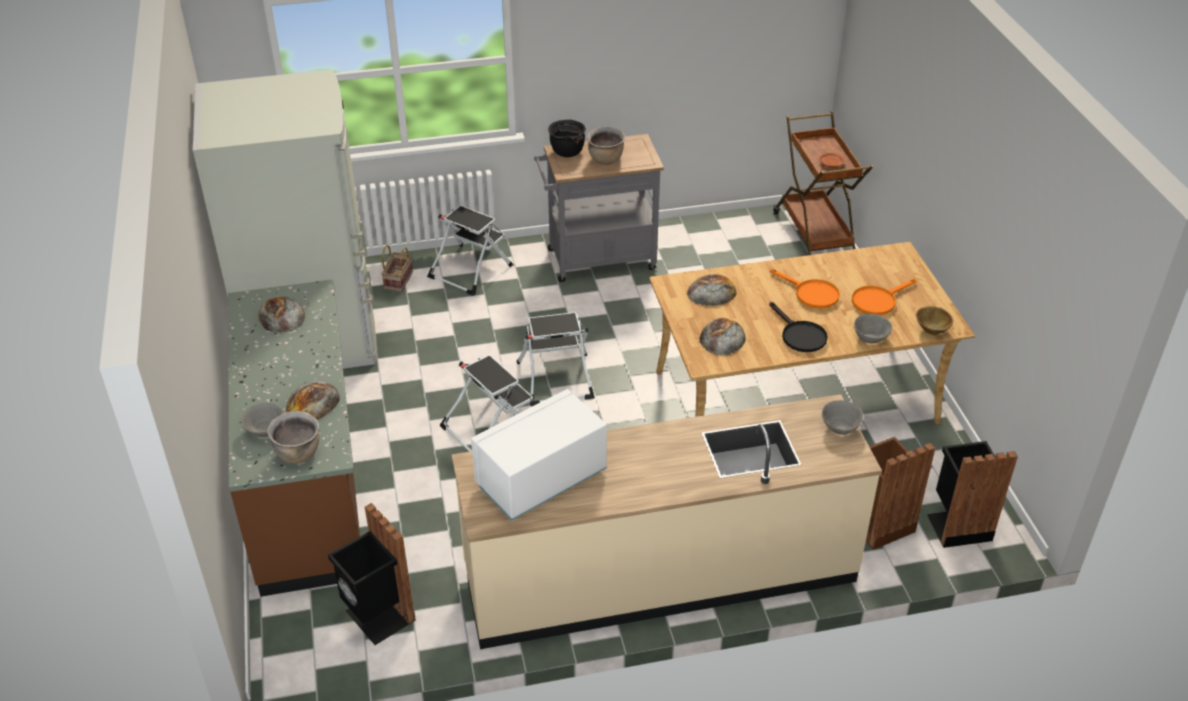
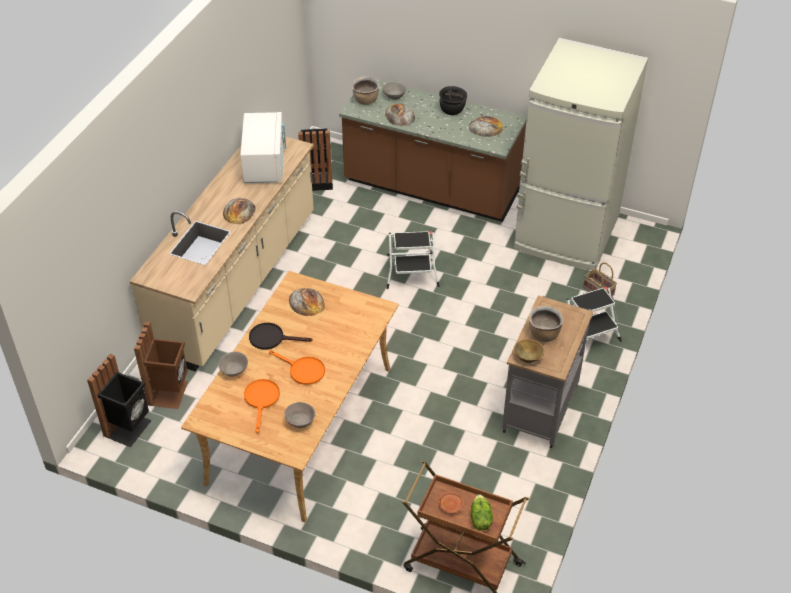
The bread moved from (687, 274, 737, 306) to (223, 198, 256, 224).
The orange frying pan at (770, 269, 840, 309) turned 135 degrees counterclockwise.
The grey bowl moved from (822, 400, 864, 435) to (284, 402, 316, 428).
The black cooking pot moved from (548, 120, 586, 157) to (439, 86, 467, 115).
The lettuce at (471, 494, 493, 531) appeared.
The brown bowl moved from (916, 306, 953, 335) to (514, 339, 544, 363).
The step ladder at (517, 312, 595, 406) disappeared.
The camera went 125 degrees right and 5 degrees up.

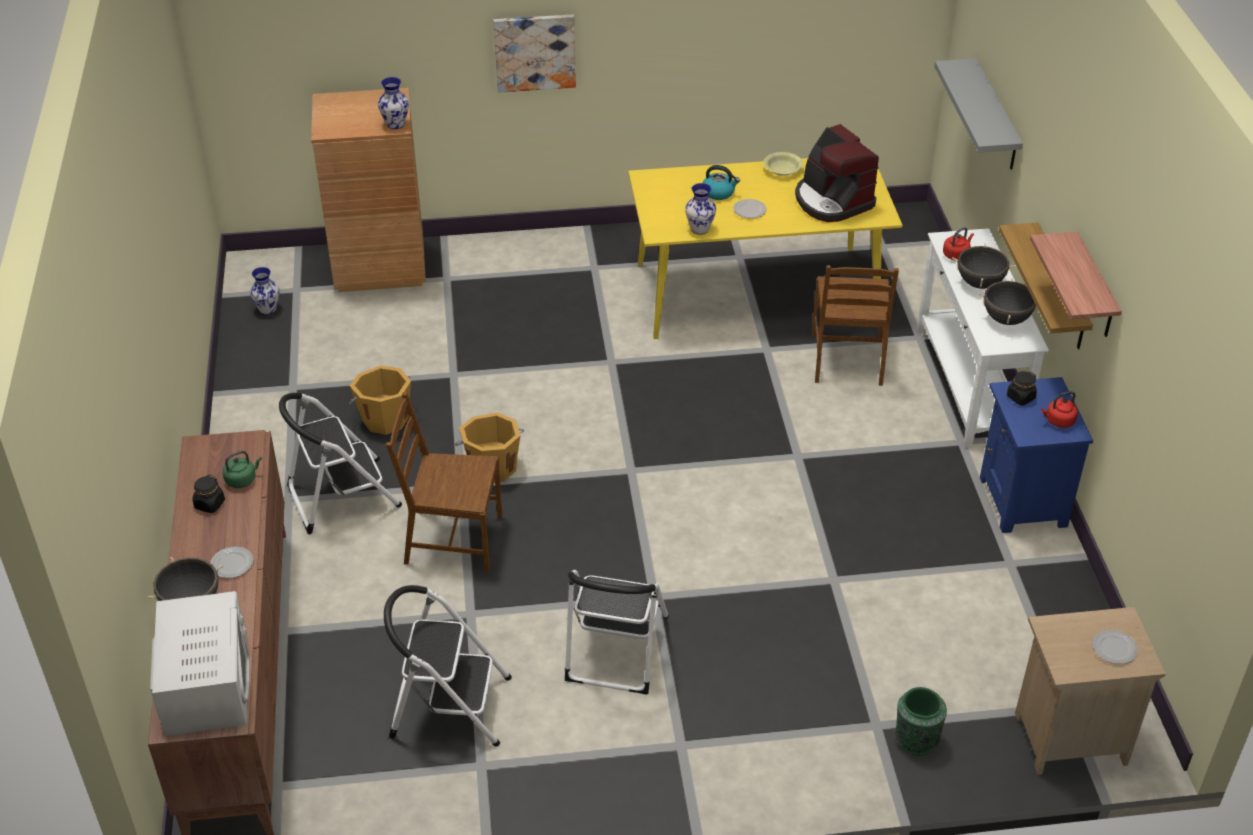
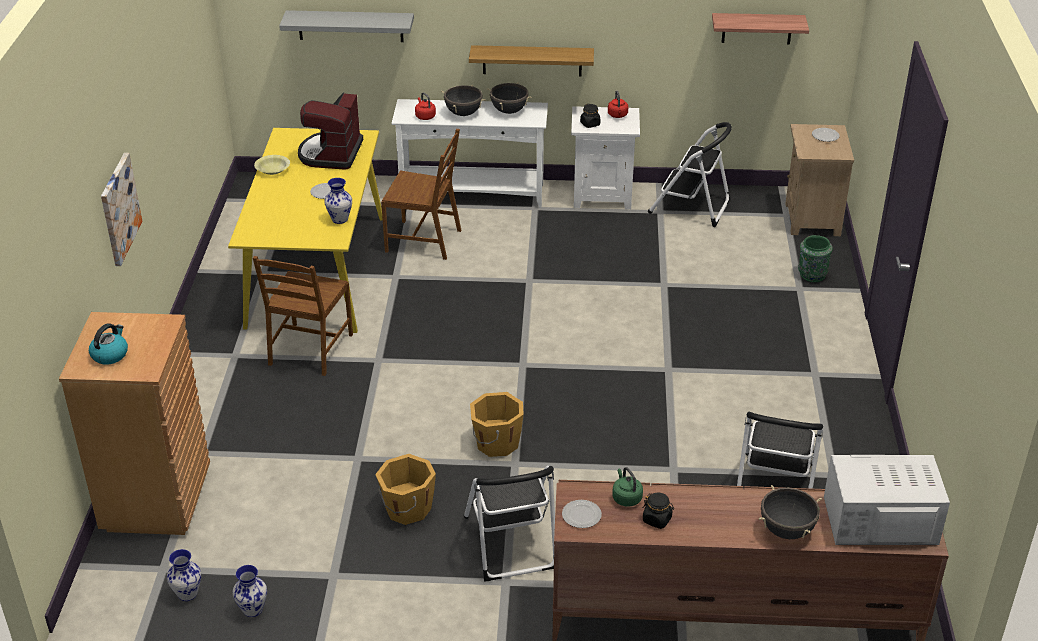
The kettle moved from (703, 165, 740, 200) to (89, 323, 128, 365).
The vase moved from (378, 77, 409, 129) to (233, 565, 267, 617).
The brown chair moved from (386, 392, 502, 573) to (253, 256, 353, 376).
The coffee machine at (795, 124, 879, 222) turned 120 degrees clockwise.
The plate moved from (210, 547, 253, 578) to (562, 500, 602, 528).
The blue nightstand at (980, 377, 1093, 533) became the white nightstand at (571, 106, 640, 209).
The step ladder moved from (565, 570, 669, 694) to (648, 122, 732, 227).
The shelf moved from (1030, 232, 1122, 337) to (712, 13, 809, 44).
The camera went 80 degrees left and 5 degrees down.

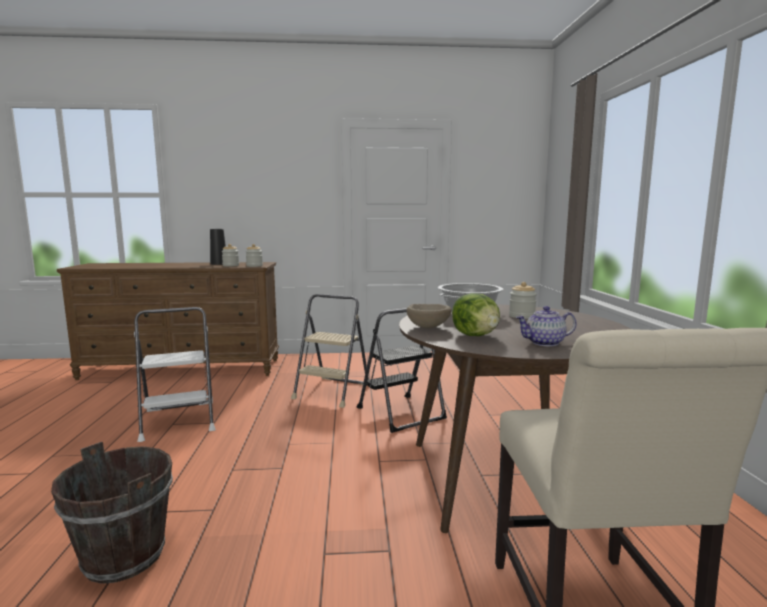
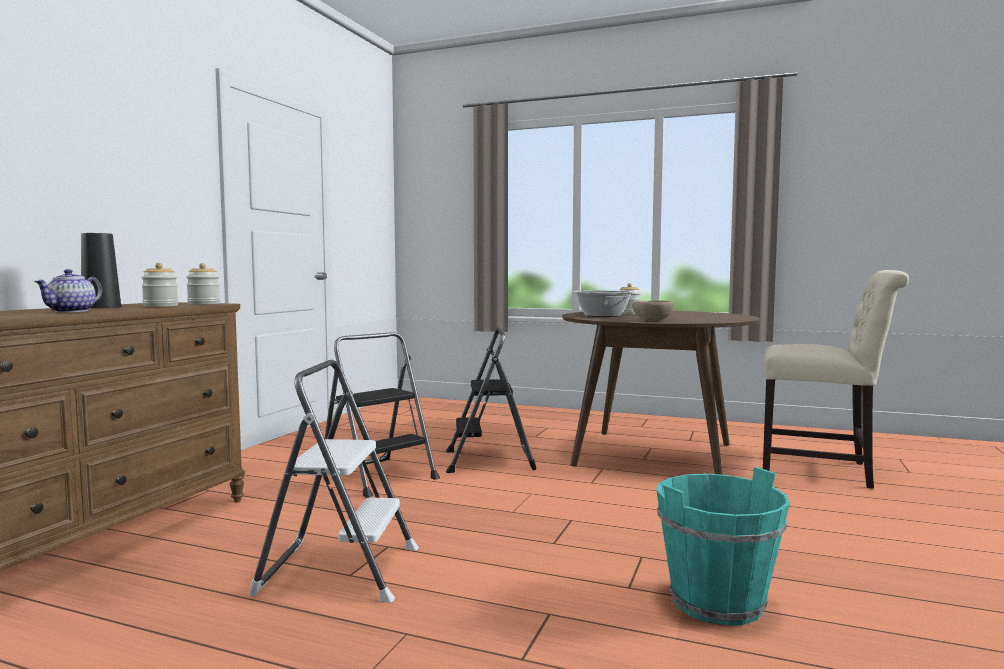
The teapot moved from (516, 306, 577, 346) to (34, 269, 102, 312).
The beige step ladder at (290, 294, 369, 408) became the black step ladder at (325, 332, 440, 498).
The brown bucket at (51, 442, 173, 584) became the turquoise bucket at (657, 467, 790, 626).
The lettuce at (452, 293, 500, 336) disappeared.
The camera went 65 degrees left and 5 degrees down.

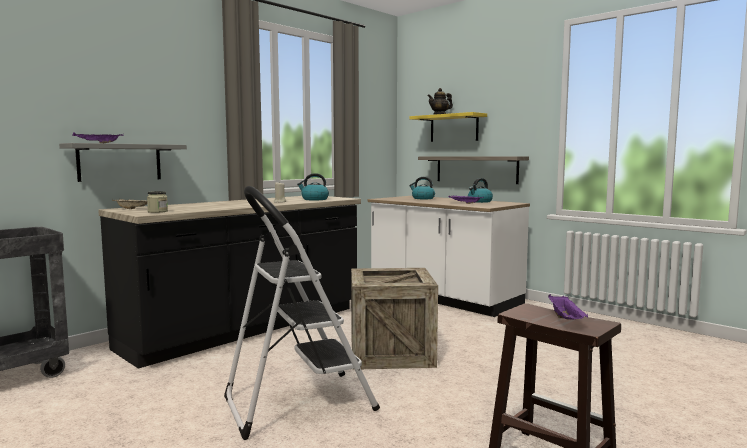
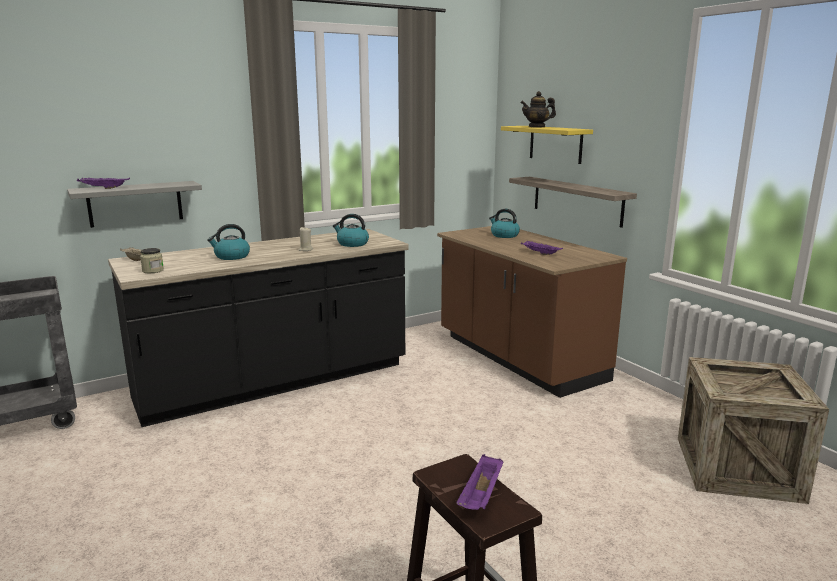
The kettle moved from (468, 178, 493, 203) to (207, 224, 250, 260).
The white counter at (368, 196, 530, 317) became the brown counter at (437, 226, 627, 398).
The crate moved from (351, 268, 438, 370) to (678, 357, 829, 504).
The step ladder at (224, 186, 380, 440) disappeared.
The camera went 15 degrees right and 10 degrees up.

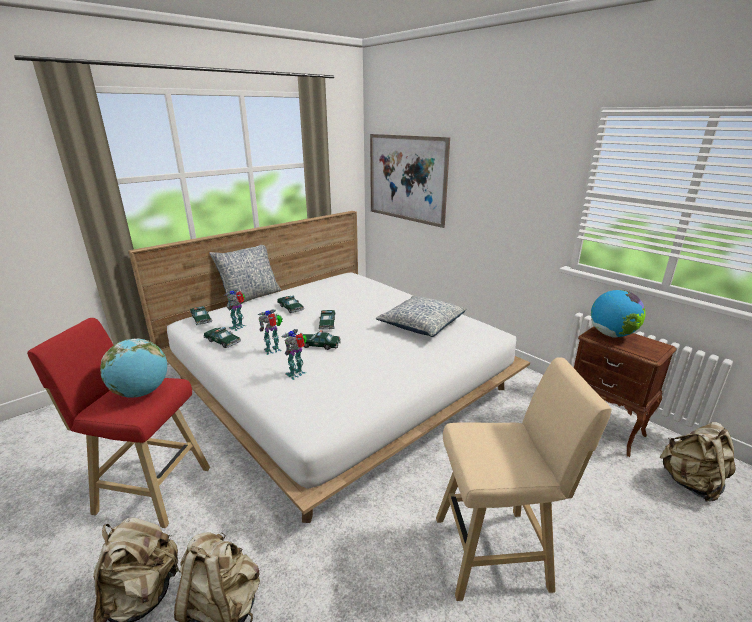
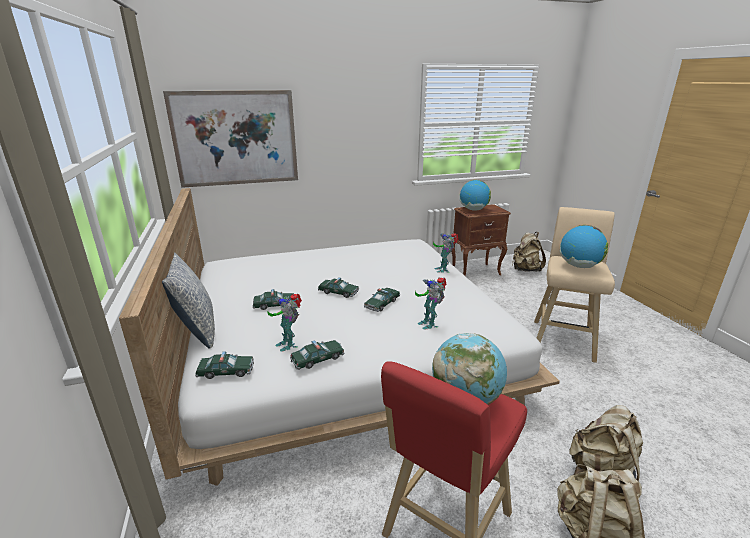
The toy robot moved from (258, 309, 283, 355) to (433, 233, 459, 273).
The globe at (560, 225, 608, 268) appeared.
The pillow at (376, 296, 467, 337) disappeared.
The camera went 65 degrees left and 0 degrees up.

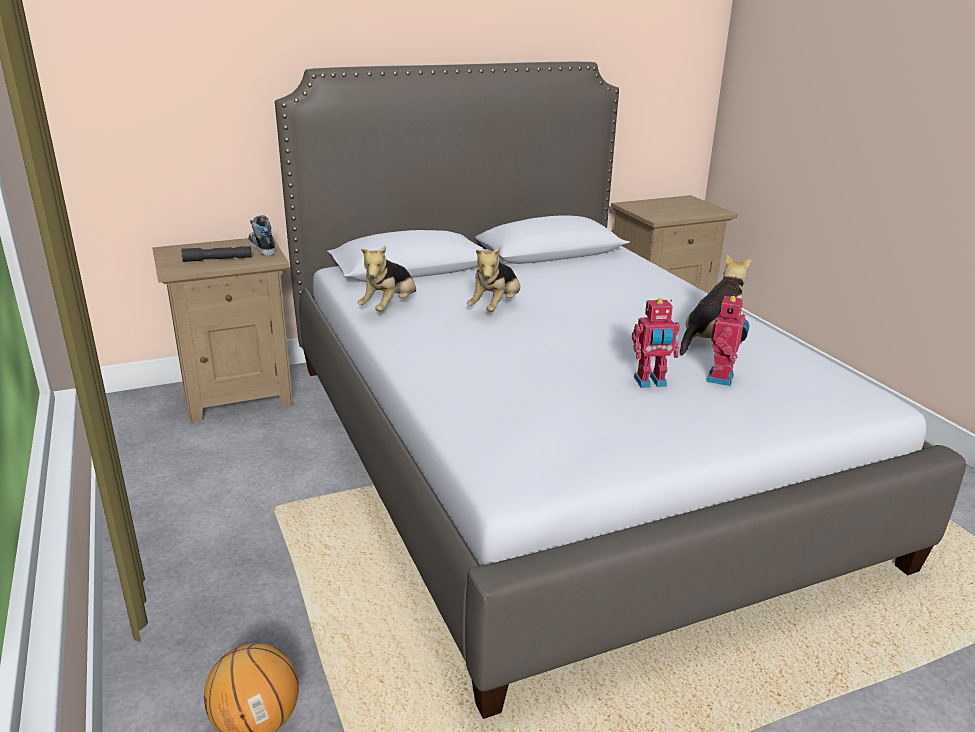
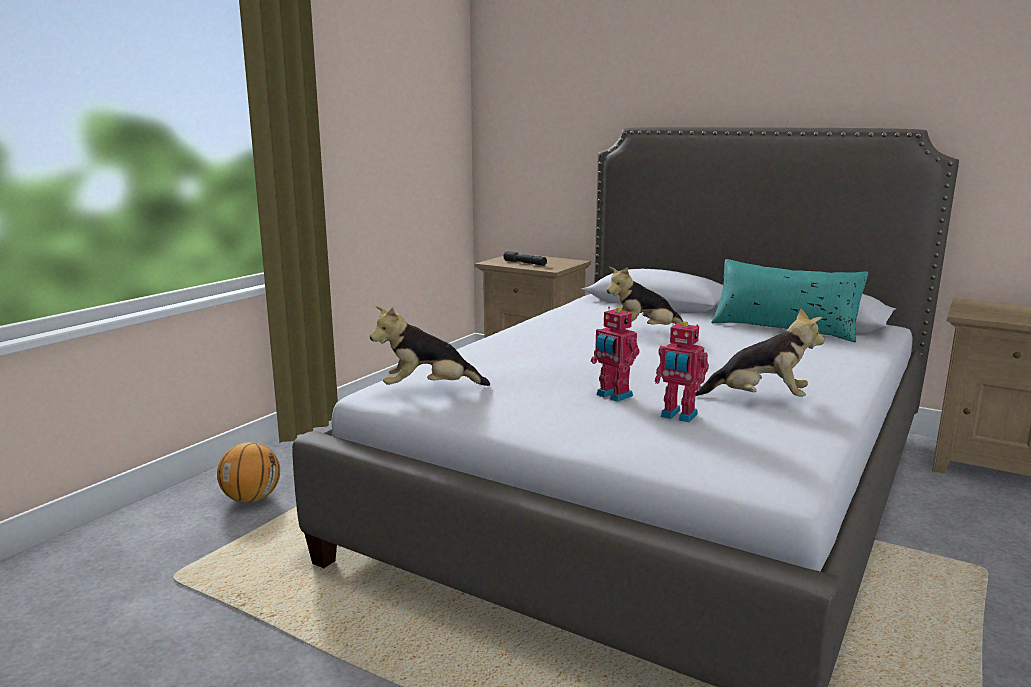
The plush toy moved from (357, 245, 416, 312) to (370, 306, 490, 386).
The toy robot at (706, 294, 749, 386) turned 45 degrees clockwise.
The turquoise pillow at (711, 259, 869, 342) appeared.
The shoe at (248, 215, 276, 256) disappeared.
The camera went 55 degrees right and 10 degrees down.

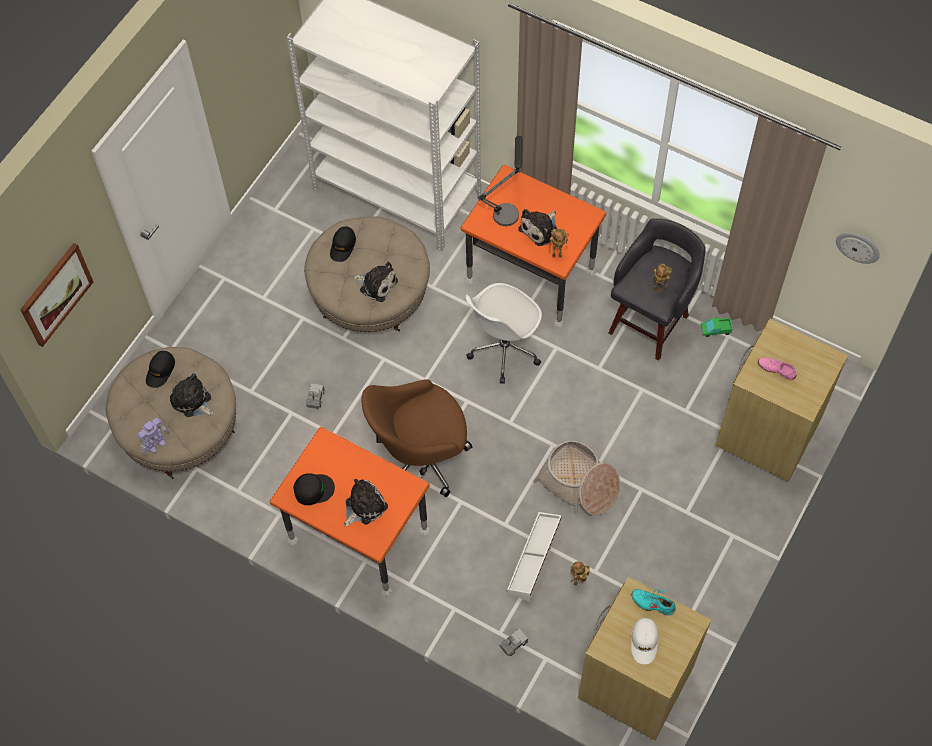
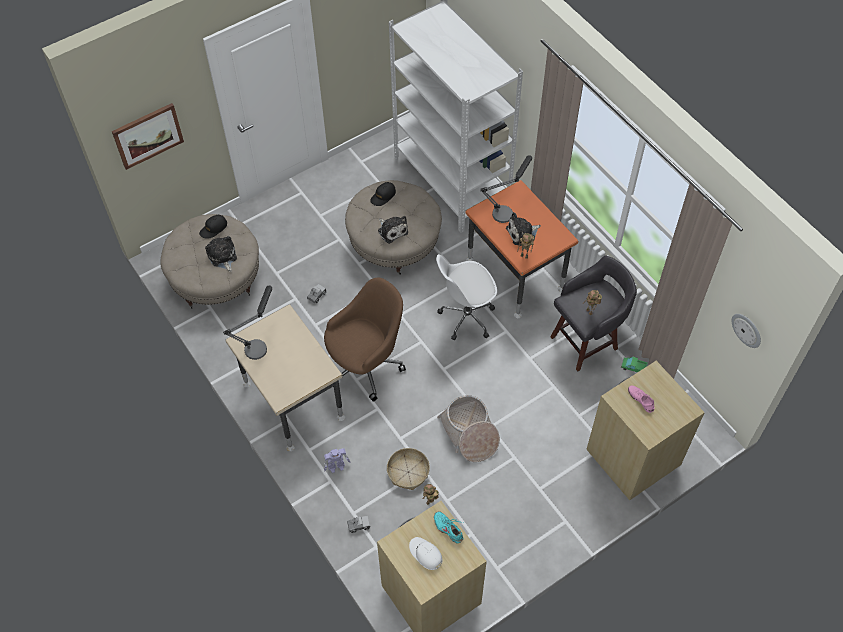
The black cap at (293, 473, 335, 505) was replaced by the table lamp at (223, 285, 272, 360).
The orange desk at (270, 427, 430, 596) became the beige desk at (225, 304, 345, 451).
The brown office chair at (361, 379, 472, 497) turned 135 degrees clockwise.
The toy robot moved from (137, 418, 170, 455) to (324, 448, 350, 473).
The white storage box at (507, 512, 562, 602) was replaced by the basket at (387, 448, 430, 490).
The white cap at (631, 618, 658, 664) turned 105 degrees clockwise.
The plush toy at (344, 479, 388, 527) disappeared.
The camera went 25 degrees right and 5 degrees down.

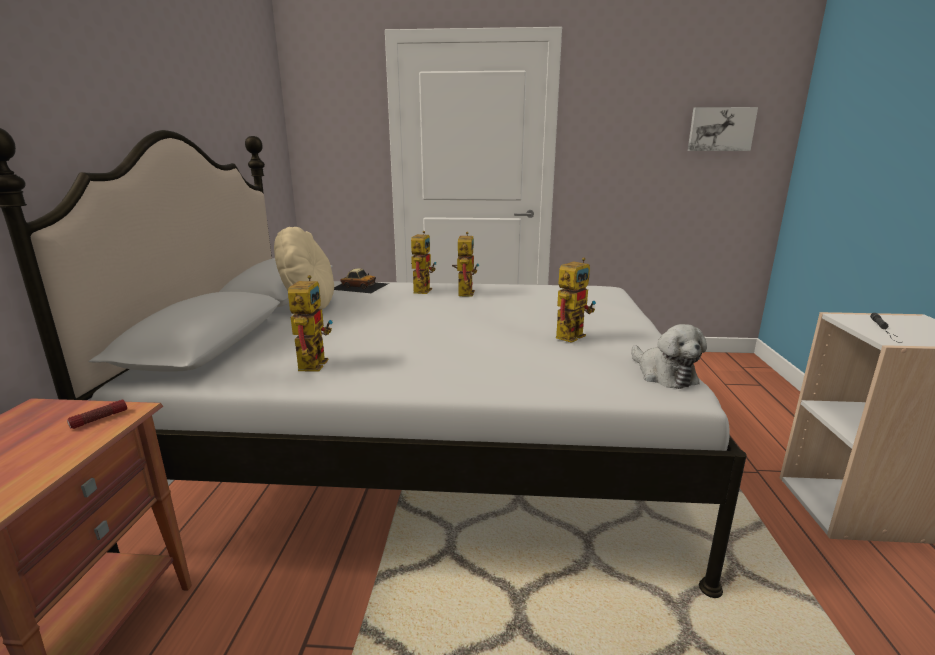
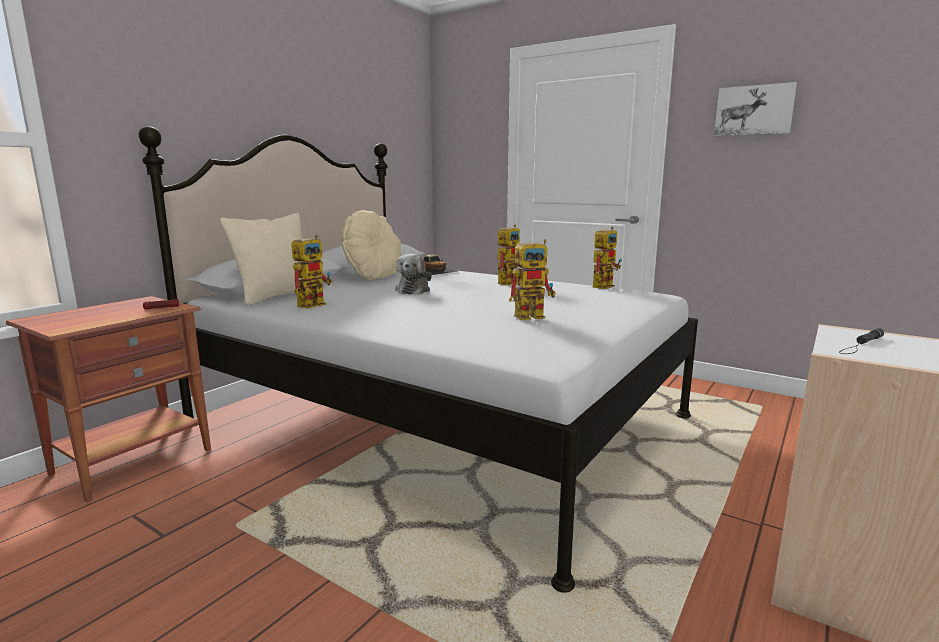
The beige pillow at (220, 213, 302, 305) appeared.
The plush toy moved from (631, 324, 707, 389) to (395, 254, 432, 294).
The toy robot moved from (411, 231, 436, 294) to (593, 227, 622, 289).
The picture moved from (688, 107, 758, 151) to (714, 82, 797, 137).
The camera went 30 degrees right and 5 degrees down.

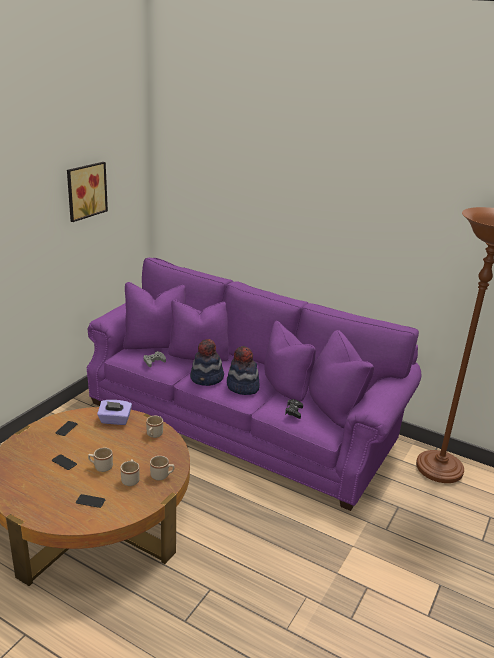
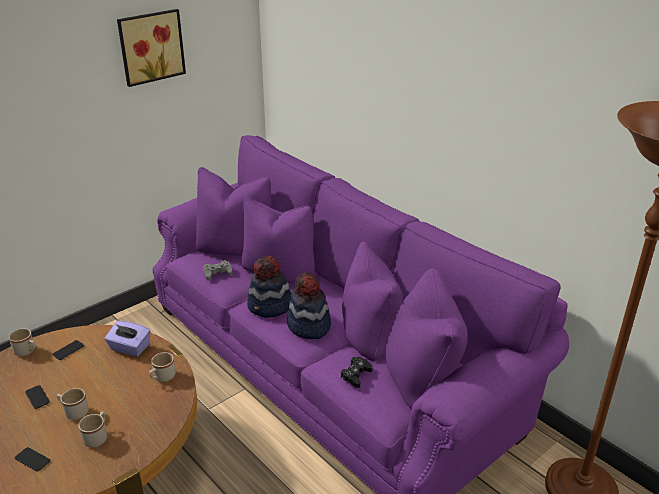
The beige mug moved from (150, 456, 174, 480) to (9, 328, 35, 356).
The camera went 20 degrees right and 5 degrees up.

